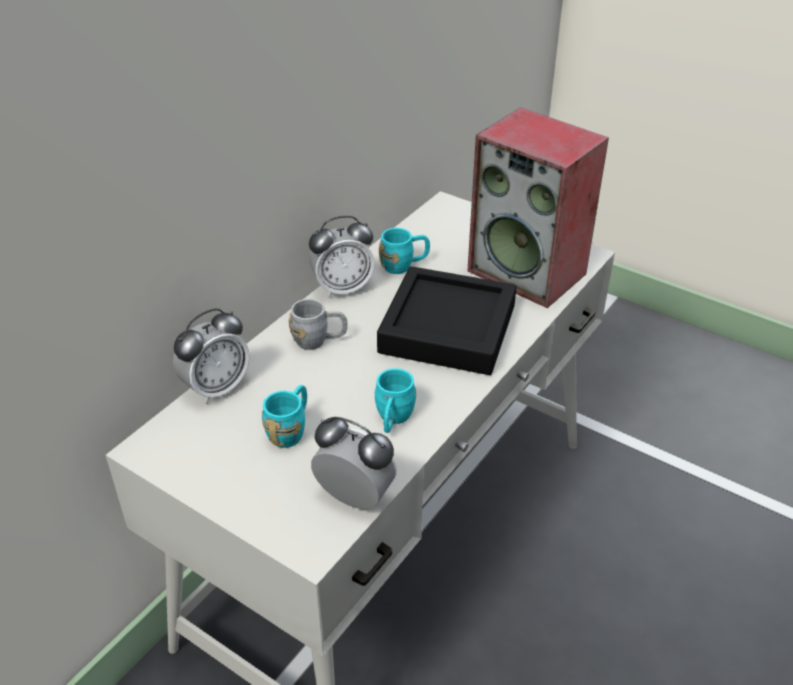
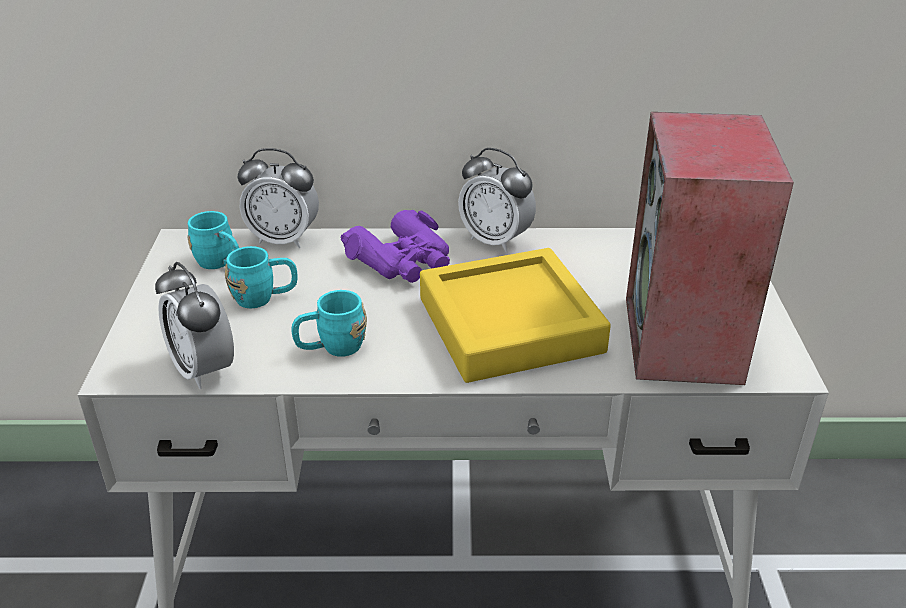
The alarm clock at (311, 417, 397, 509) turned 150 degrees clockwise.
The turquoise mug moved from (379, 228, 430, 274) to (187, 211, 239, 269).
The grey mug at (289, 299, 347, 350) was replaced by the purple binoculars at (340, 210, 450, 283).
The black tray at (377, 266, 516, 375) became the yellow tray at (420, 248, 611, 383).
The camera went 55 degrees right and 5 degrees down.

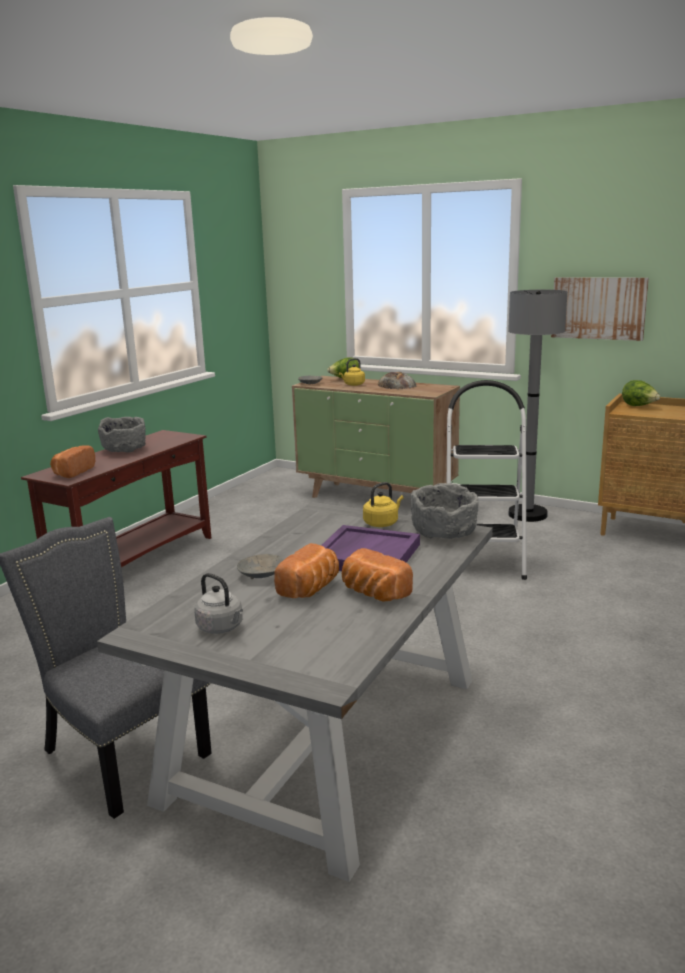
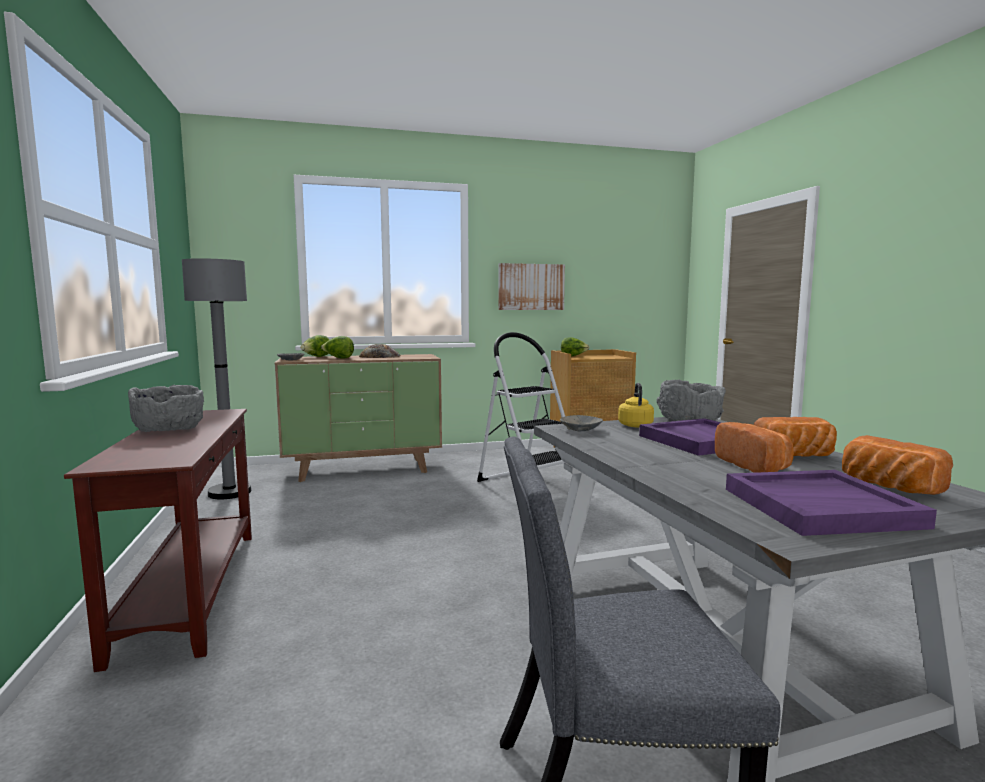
The grey floor lamp moved from (508, 290, 568, 522) to (182, 258, 251, 499).
The yellow kettle at (339, 358, 365, 386) was replaced by the lettuce at (321, 336, 354, 359).
The grey bowl moved from (237, 554, 284, 579) to (560, 415, 603, 431).
The grey kettle at (194, 573, 243, 634) was replaced by the purple tray at (726, 470, 937, 536).
The bread moved from (50, 445, 95, 478) to (842, 435, 953, 495).
The camera went 45 degrees left and 10 degrees down.

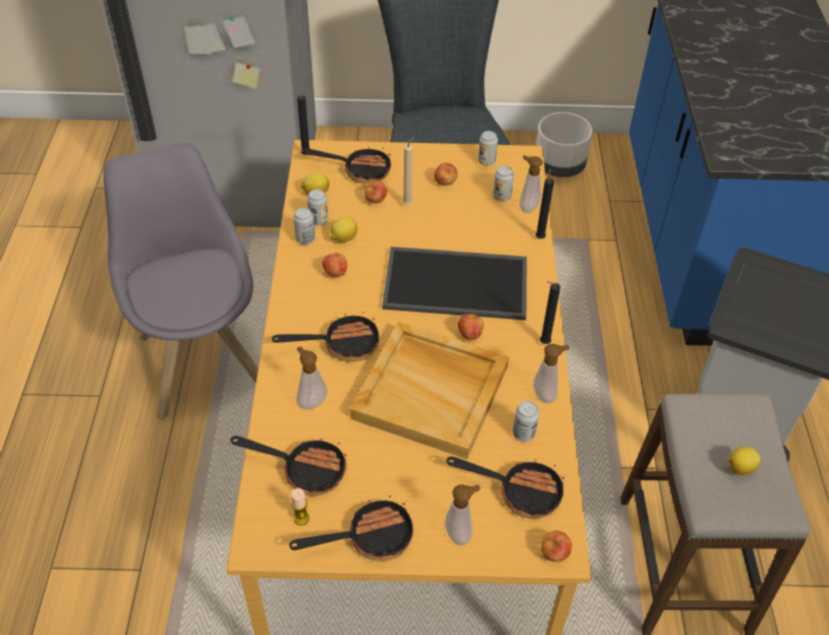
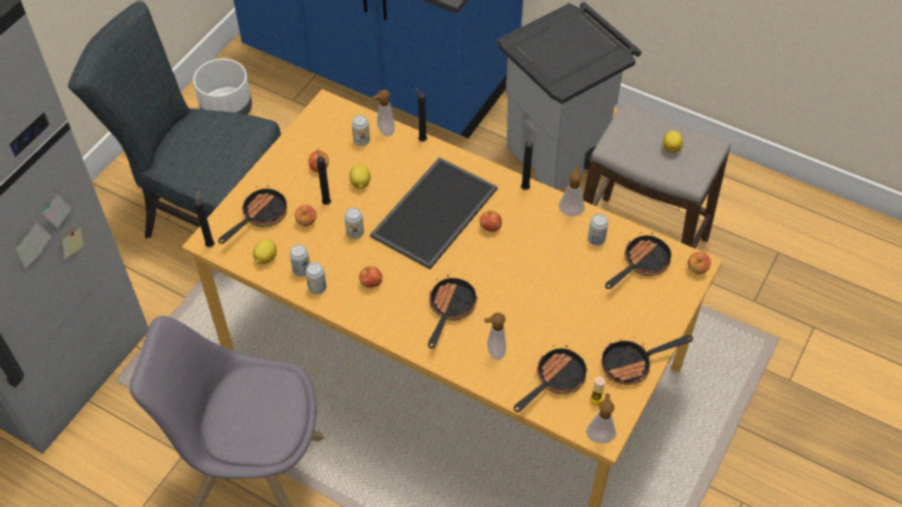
The beige candle at (403, 136, 415, 205) became the black candle at (317, 148, 331, 205).
The can moved from (478, 131, 498, 166) to (344, 207, 364, 239).
The lemon moved from (331, 217, 357, 242) to (349, 165, 370, 189).
The soap dispenser moved from (445, 485, 480, 545) to (586, 393, 616, 443).
The frying pan at (289, 496, 413, 562) turned 120 degrees counterclockwise.
The beige tray at (350, 322, 509, 459) disappeared.
The camera went 60 degrees left and 5 degrees up.

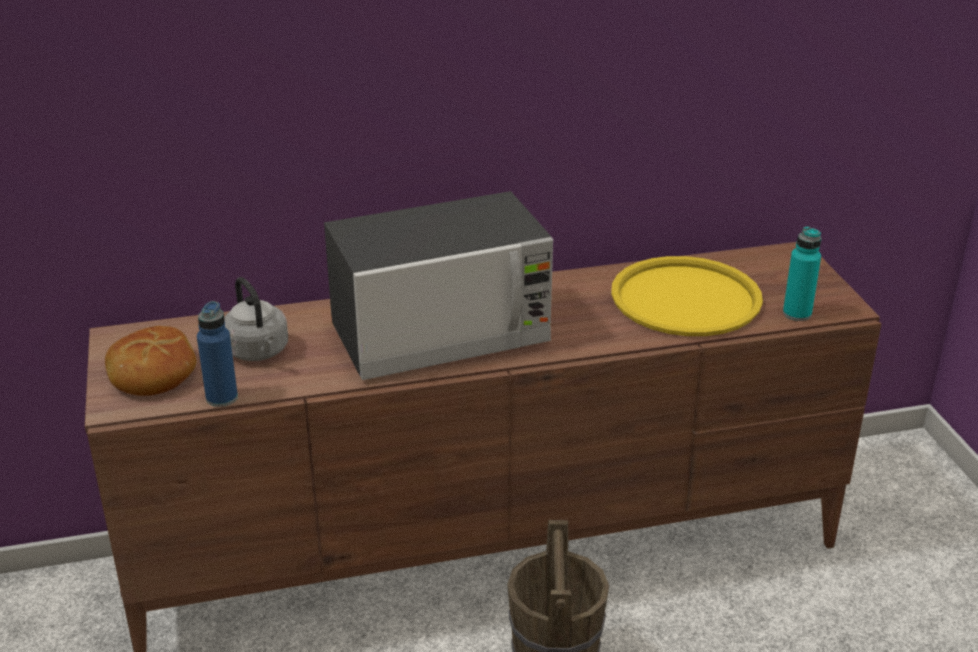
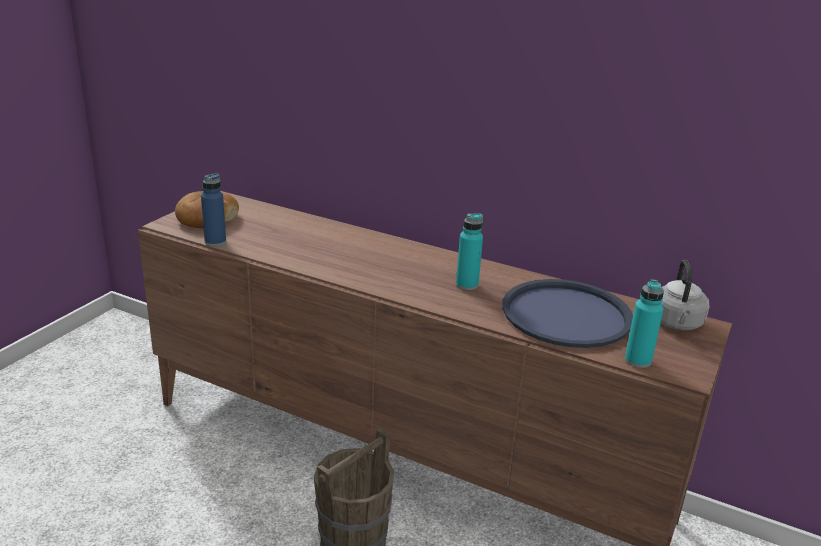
The turquoise bottle at (456, 213, 483, 290) appeared.
The yellow tray at (611, 256, 763, 336) became the blue tray at (502, 279, 633, 348).
The grey kettle moved from (224, 277, 288, 361) to (661, 260, 709, 330).
The microwave at (324, 191, 553, 380) disappeared.
The camera went 40 degrees right and 5 degrees down.

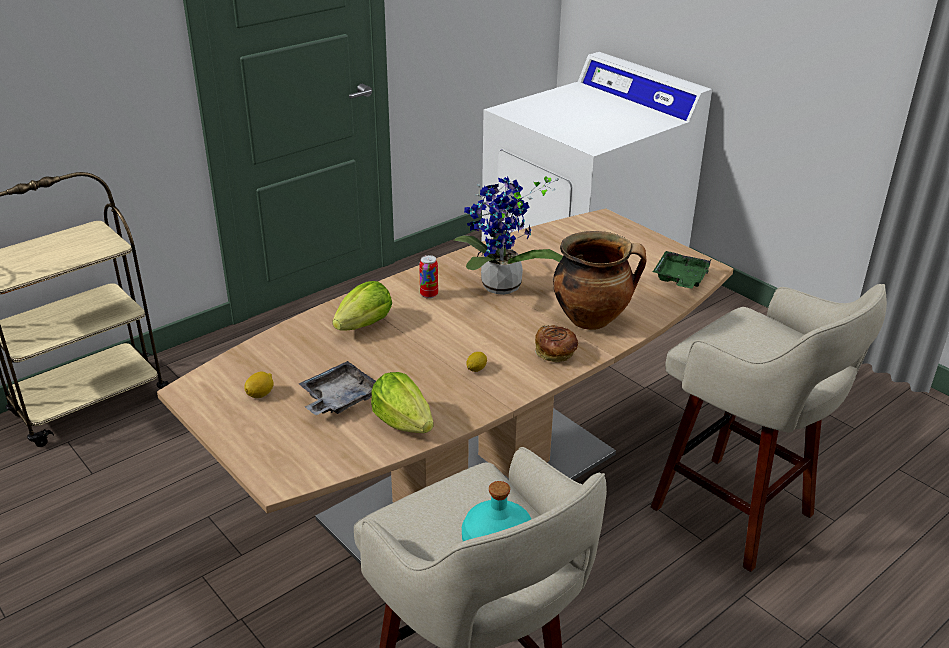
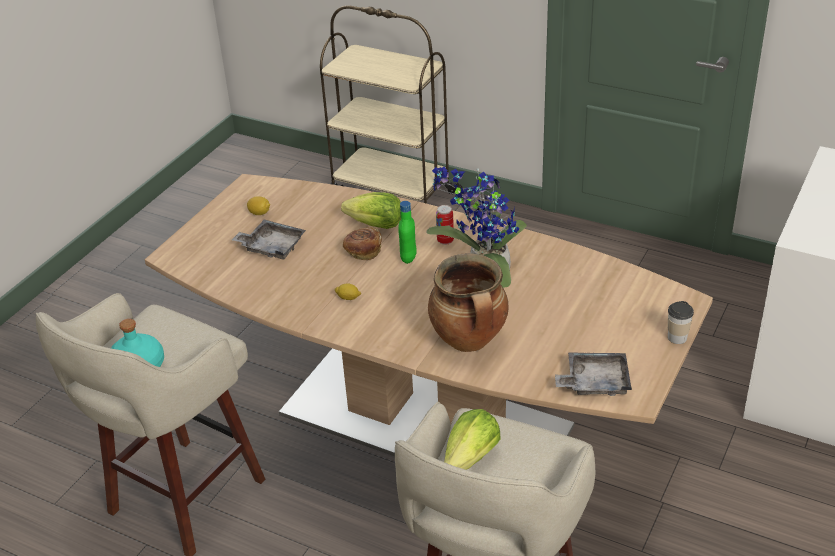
The bread moved from (535, 325, 578, 362) to (343, 227, 382, 261).
The green bottle at (398, 201, 417, 264) appeared.
The lettuce moved from (371, 372, 433, 433) to (444, 409, 501, 470).
The green tray at (653, 251, 712, 289) became the grey tray at (555, 352, 632, 396).
The cup at (668, 301, 694, 344) appeared.
The camera went 70 degrees right and 5 degrees up.

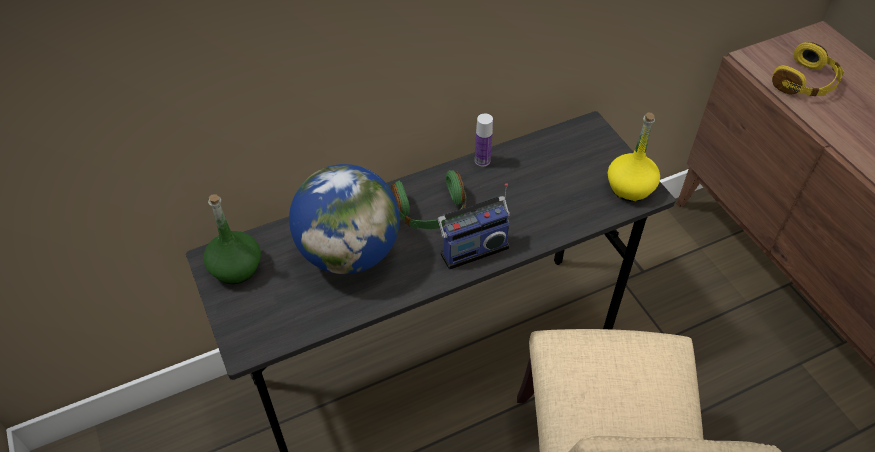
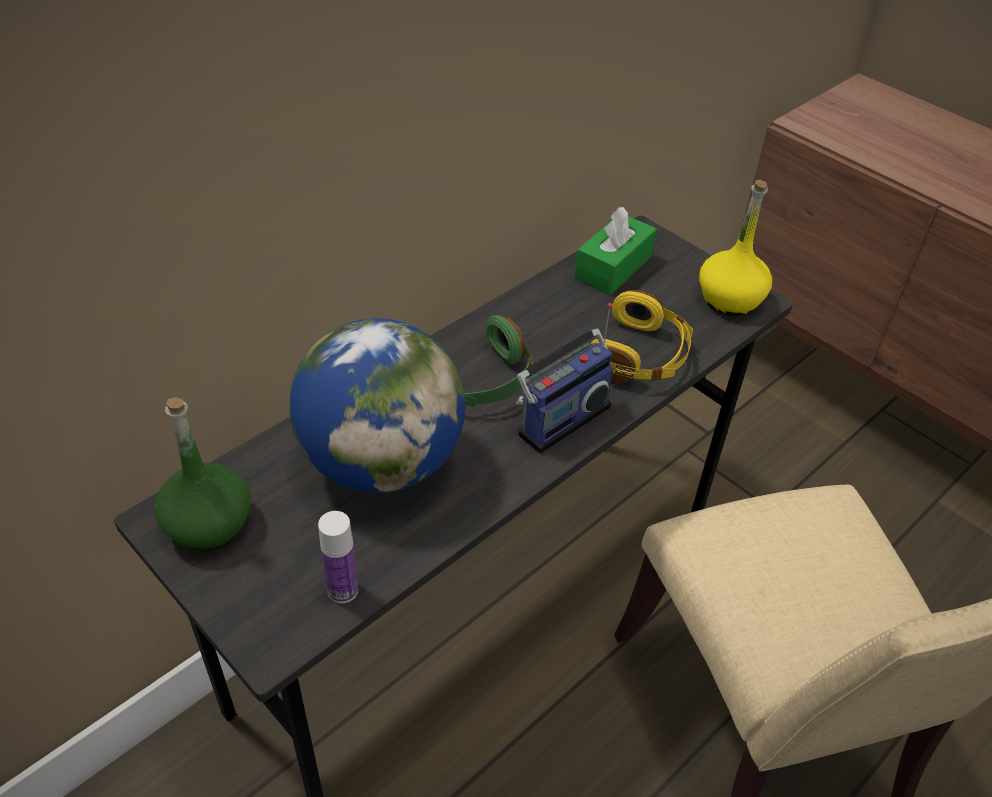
The bottle moved from (475, 114, 493, 166) to (318, 511, 358, 603).
The green tissue box at (574, 207, 657, 295) appeared.
The yellow headphones moved from (772, 42, 844, 96) to (590, 290, 693, 383).
The camera went 20 degrees left and 5 degrees down.

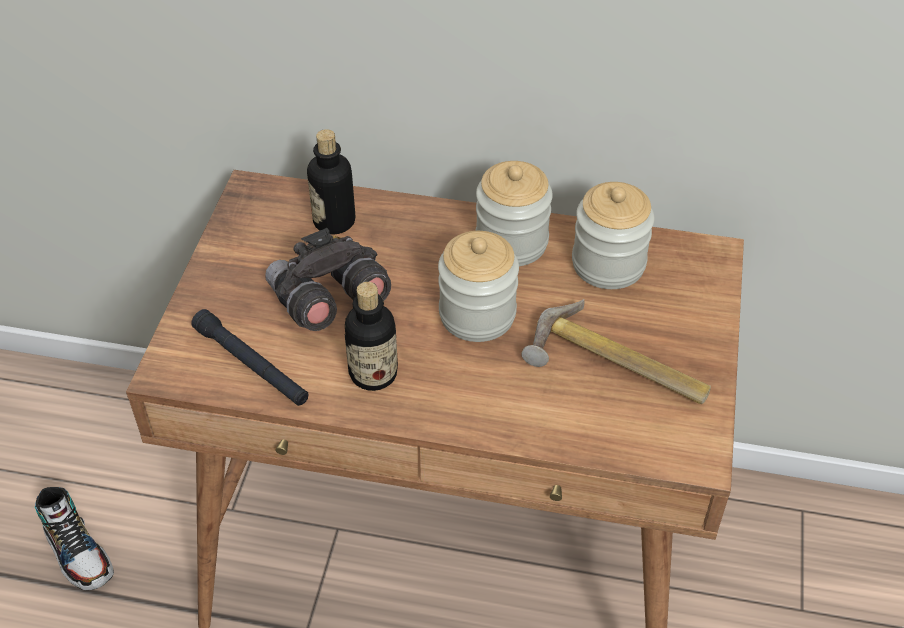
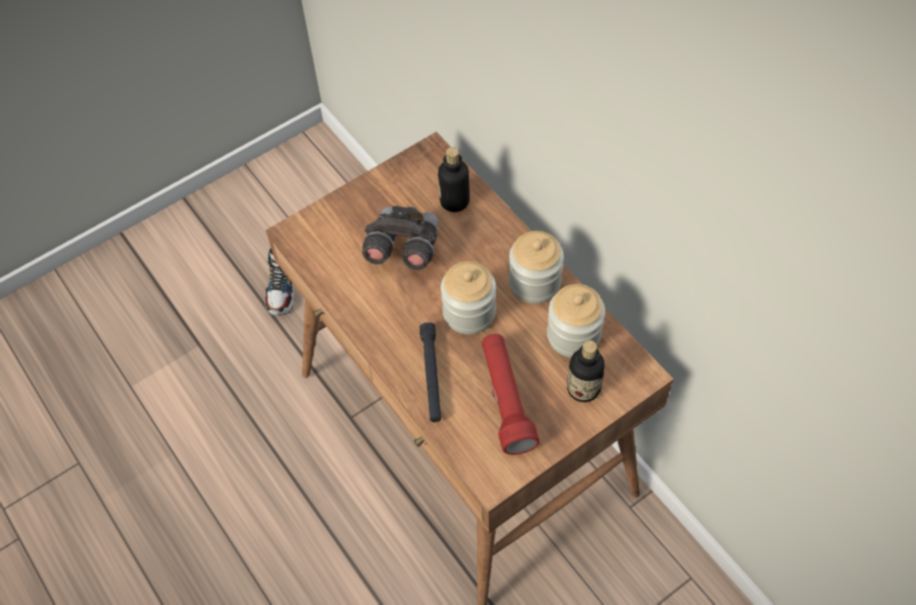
The black flashlight moved from (191, 309, 308, 406) to (420, 322, 441, 422).
The hammer at (521, 299, 711, 404) was replaced by the red flashlight at (482, 334, 540, 455).
The bottle moved from (345, 282, 398, 391) to (567, 340, 605, 402).
The camera went 45 degrees right and 10 degrees up.

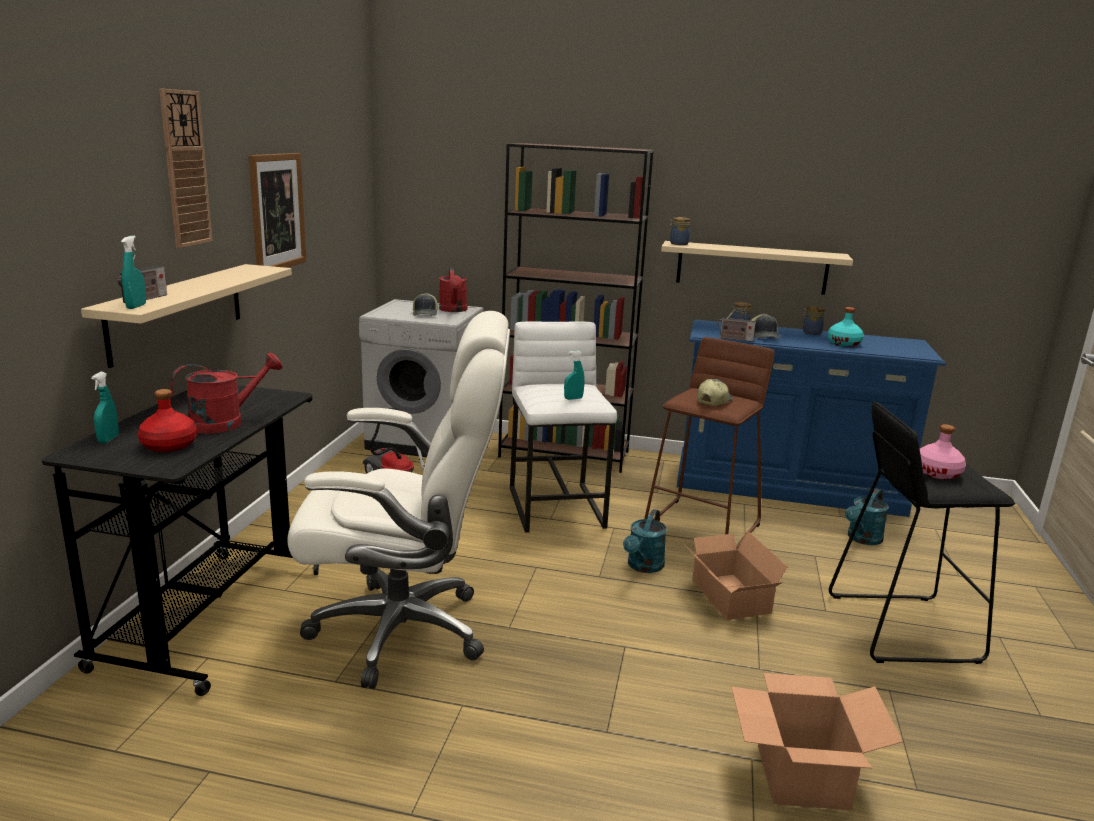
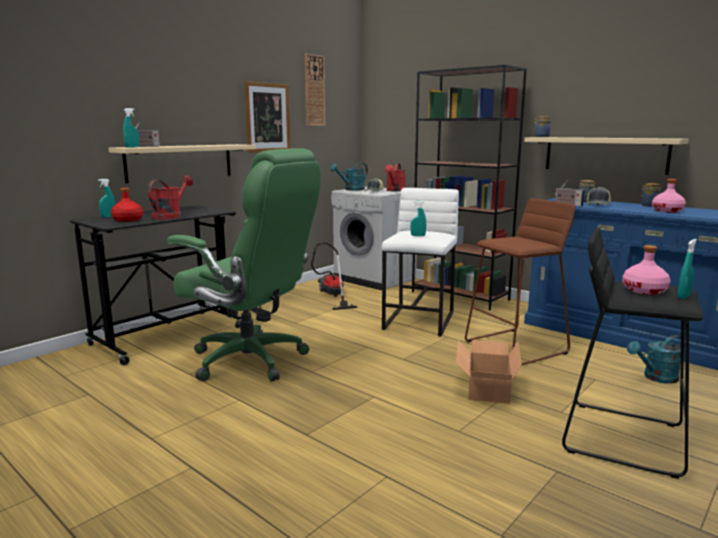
The red watering can at (170, 352, 283, 434) turned 60 degrees counterclockwise.
The white office chair at (287, 311, 510, 689) became the green office chair at (167, 148, 321, 382).
The wall clock moved from (159, 89, 213, 248) to (305, 54, 325, 126).
The turquoise watering can moved from (623, 509, 667, 573) to (330, 163, 368, 191).
The turquoise bottle at (827, 307, 864, 347) became the pink bottle at (652, 179, 686, 213).
The turquoise spray bottle at (677, 239, 697, 299) appeared.
The cap at (697, 379, 733, 406) disappeared.
The cardboard box at (732, 673, 903, 810) disappeared.
The camera went 30 degrees right and 5 degrees down.

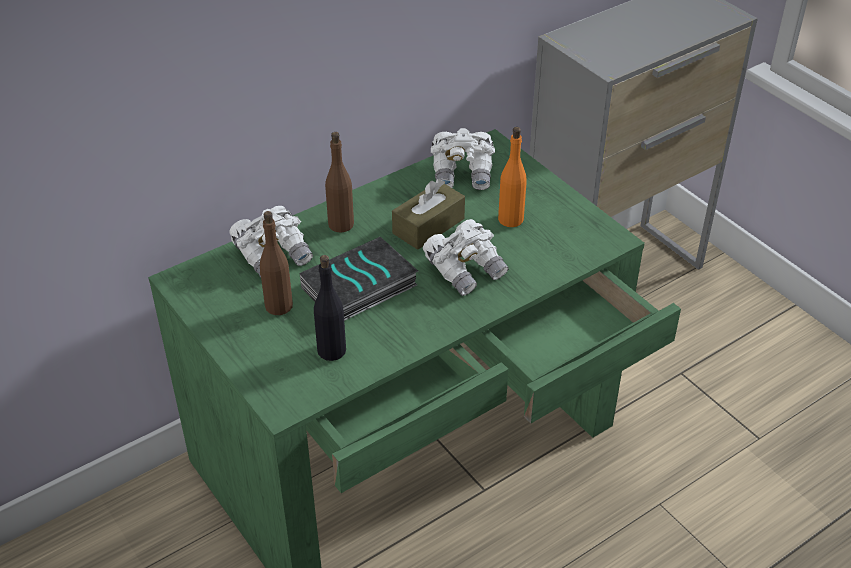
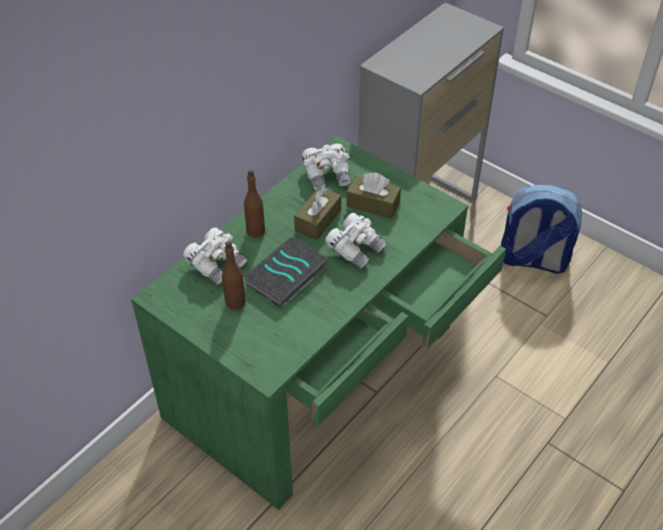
The orange bottle at (498, 127, 527, 227) was replaced by the brown tissue box at (347, 172, 401, 219).
The backpack at (501, 185, 582, 274) appeared.
The black bottle at (314, 255, 346, 361) disappeared.
The camera went 15 degrees left and 5 degrees up.

